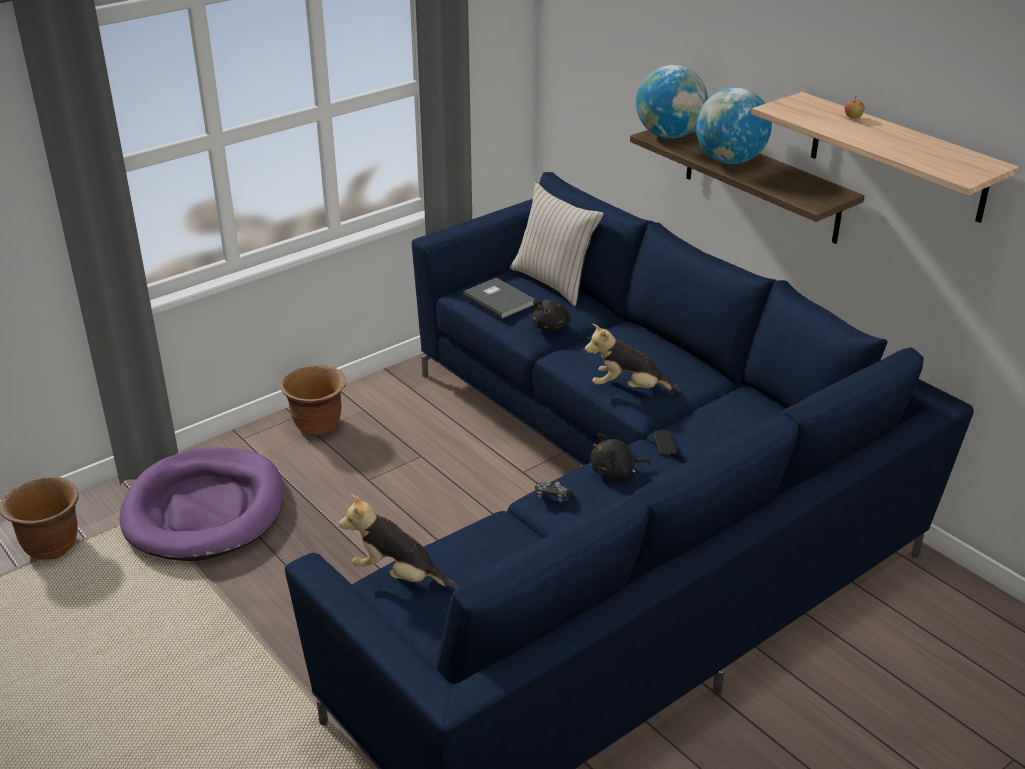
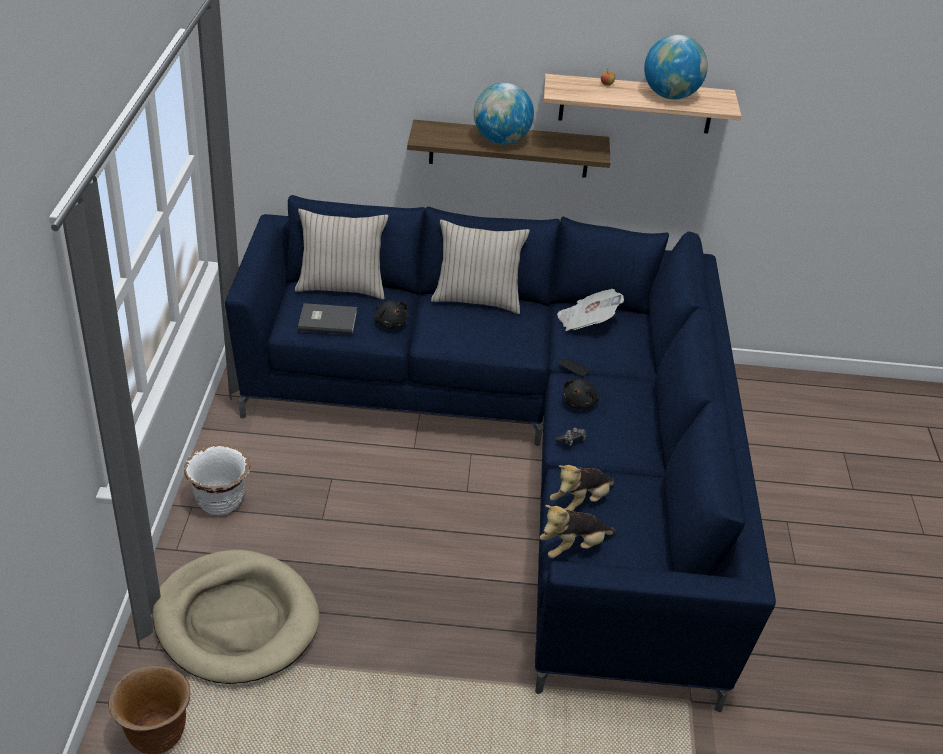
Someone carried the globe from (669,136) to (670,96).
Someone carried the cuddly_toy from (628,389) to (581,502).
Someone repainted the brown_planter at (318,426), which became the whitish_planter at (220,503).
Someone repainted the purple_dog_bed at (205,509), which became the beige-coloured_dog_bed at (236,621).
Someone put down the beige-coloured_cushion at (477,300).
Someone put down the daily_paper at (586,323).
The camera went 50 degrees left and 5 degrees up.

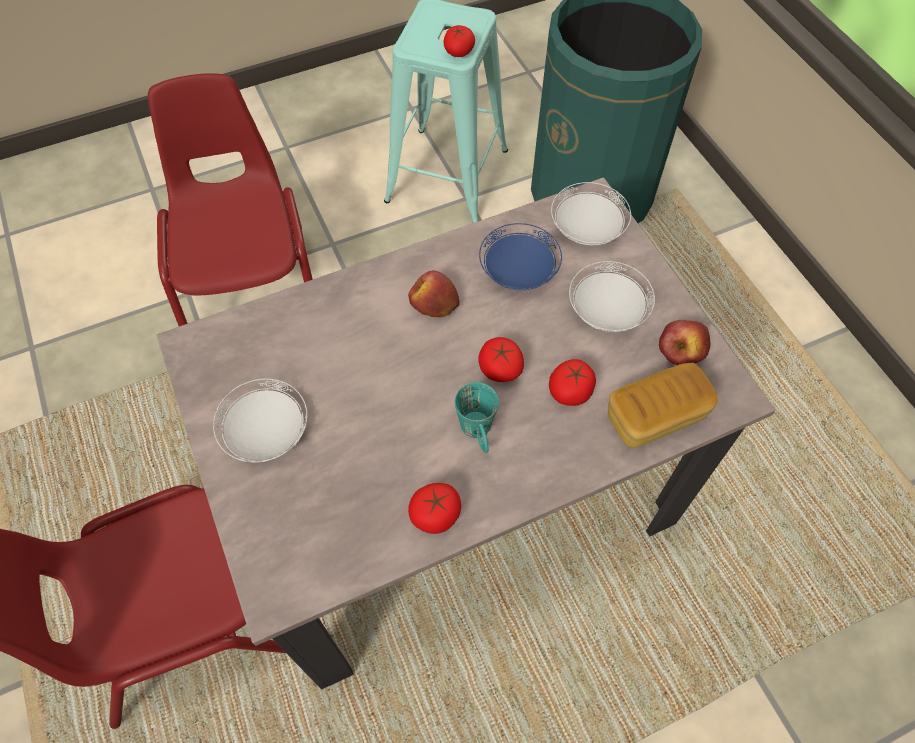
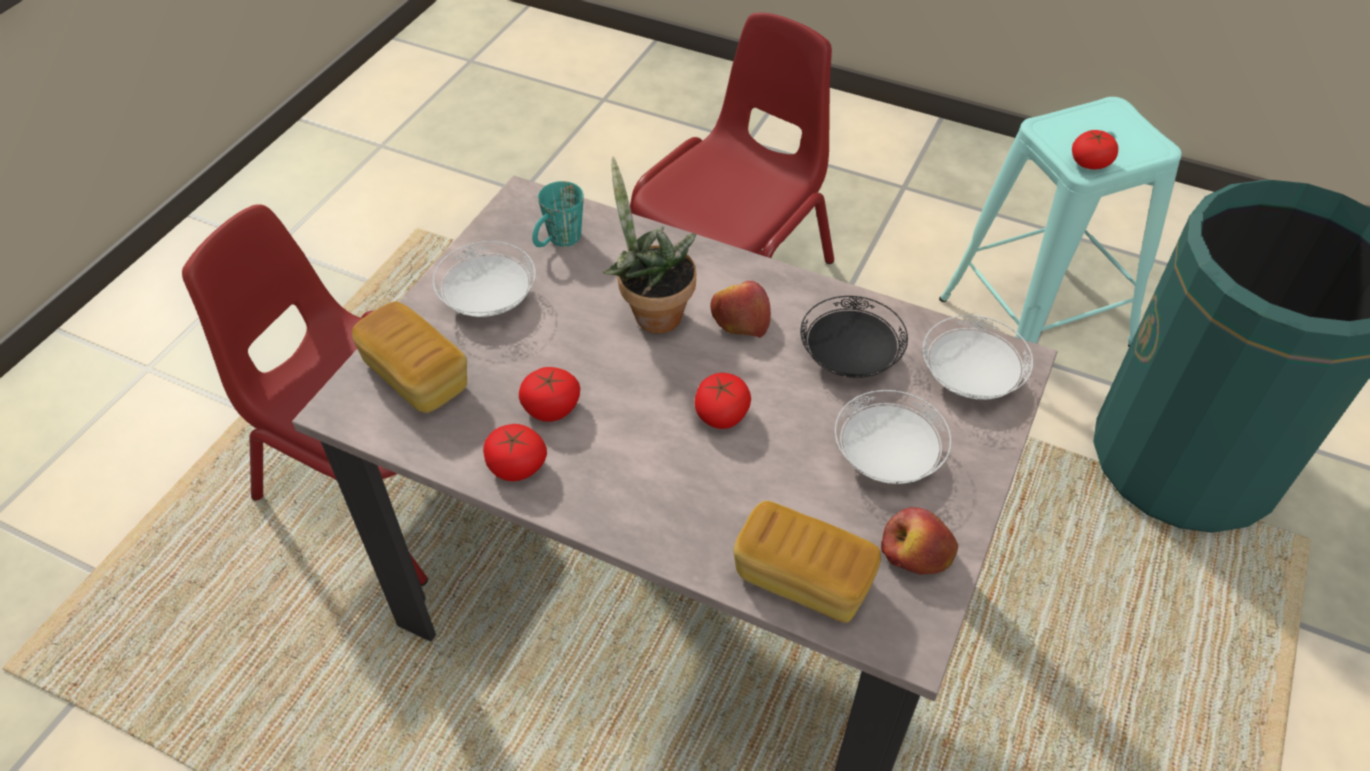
Someone repainted the blue_flat_dish at (518,272), which became the blackish_flat_dish at (849,357).
Someone carried the fresh_tomato from (570,391) to (551,407).
Someone carried the blue-green_tea_mug from (478,433) to (558,242).
Someone put down the plant_in_a_pot at (651,313).
Someone put down the baked_bread at (416,376).
The camera went 50 degrees right and 10 degrees down.

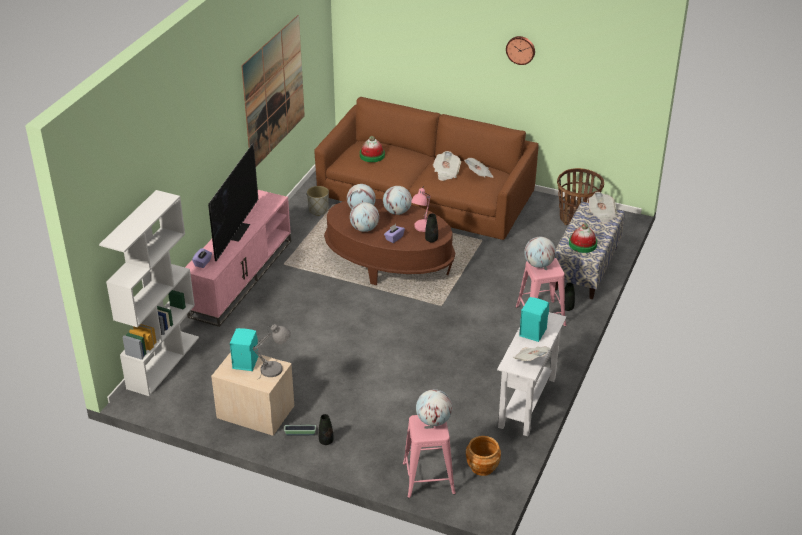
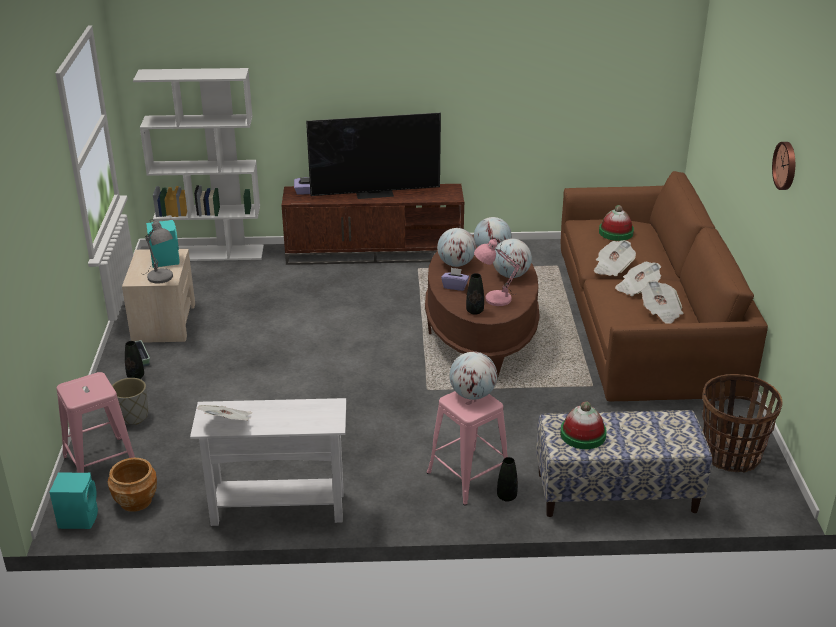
Someone took away the picture at (273,92).
Someone carried the gray_planter from (318,210) to (133,416).
Someone repainted the pink_tv_unit at (241,277), which became the brown_tv_unit at (375,252).
Someone carried the daily_paper from (602,214) to (612,268).
Someone carried the blue-green_audio_speaker from (532,332) to (79,518).
Someone took away the globe at (433,421).
The camera went 65 degrees right and 5 degrees down.

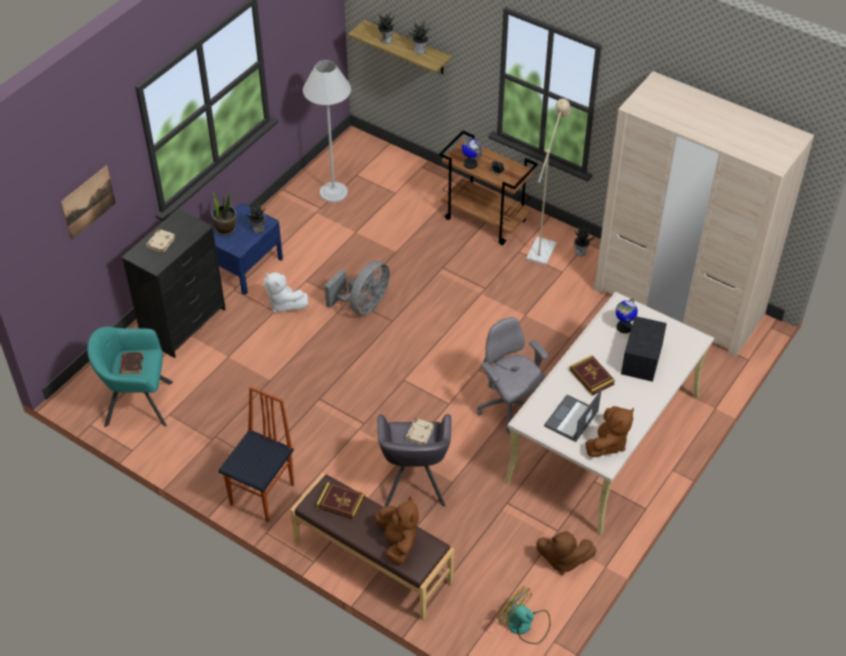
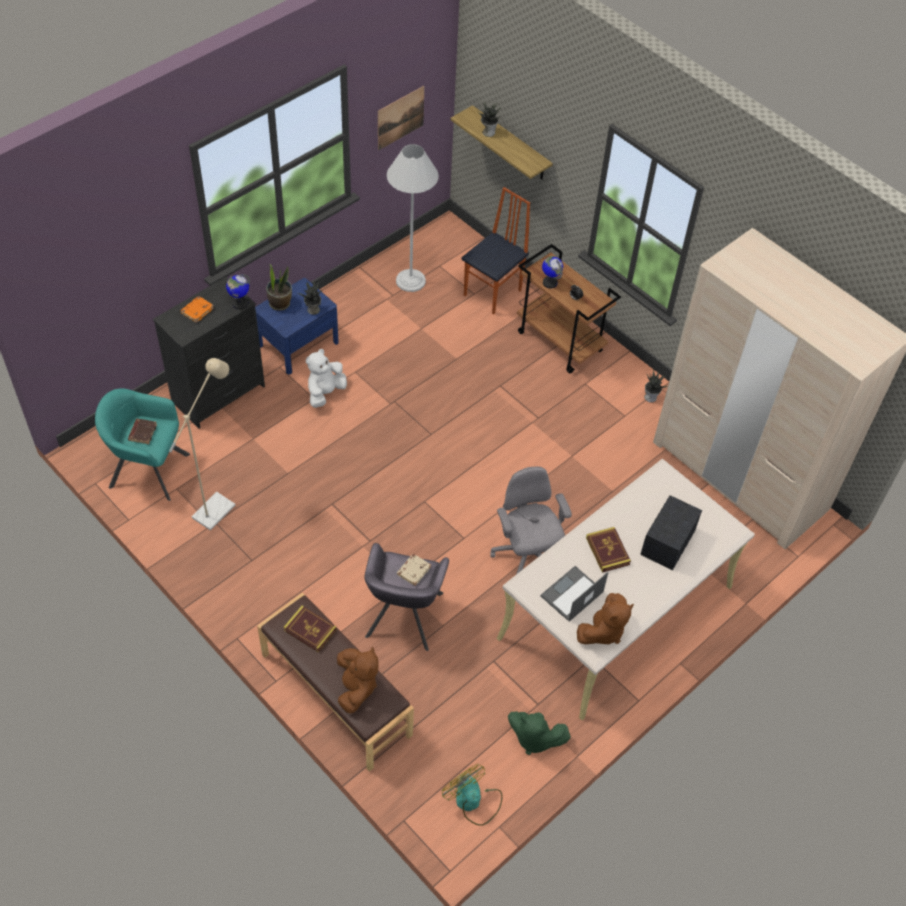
Someone took away the plant_in_a_pot at (420,51).
Someone carried the beige-coloured_standard_lamp from (543,247) to (218,506).
Someone carried the picture from (88,202) to (400,117).
Someone repainted the beige-coloured_book at (161,242), which became the orangey_book at (197,310).
Someone took away the gray_fan at (363,305).
Someone rotated the whitish_cuddly_toy at (284,304) by 75 degrees clockwise.
Someone carried the globe from (624,327) to (240,303).
Someone carried the chair from (263,494) to (493,293).
Someone repainted the brown_cuddly_toy at (562,560), which became the green-coloured_cuddly_toy at (534,738).
The camera went 10 degrees right and 5 degrees up.

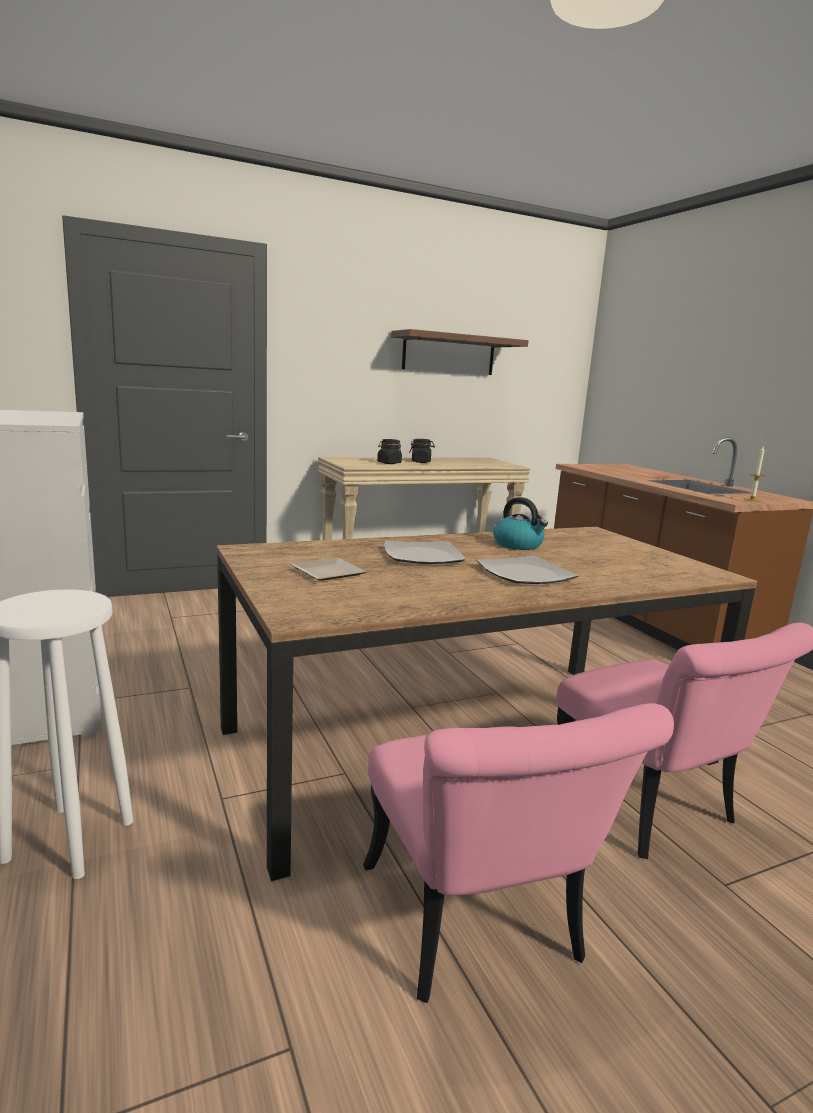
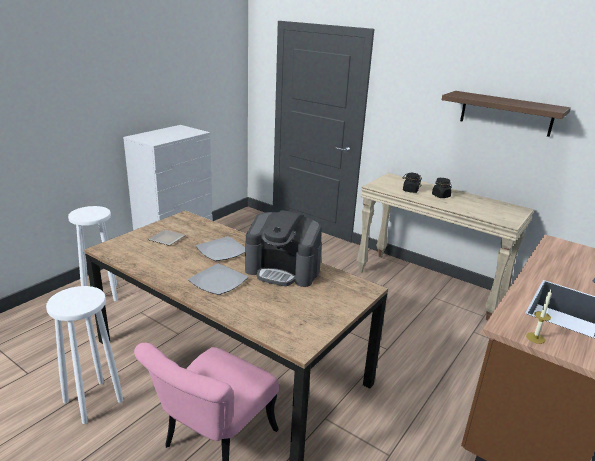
Someone swapped the kettle at (518,545) for the coffee_brewer at (283,270).
Someone swapped the pink_chair at (479,930) for the whitish_stool_seat at (93,400).
The camera went 60 degrees right and 10 degrees up.

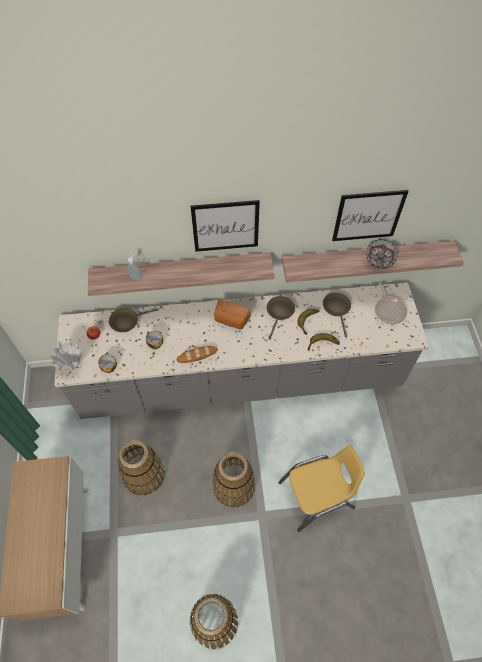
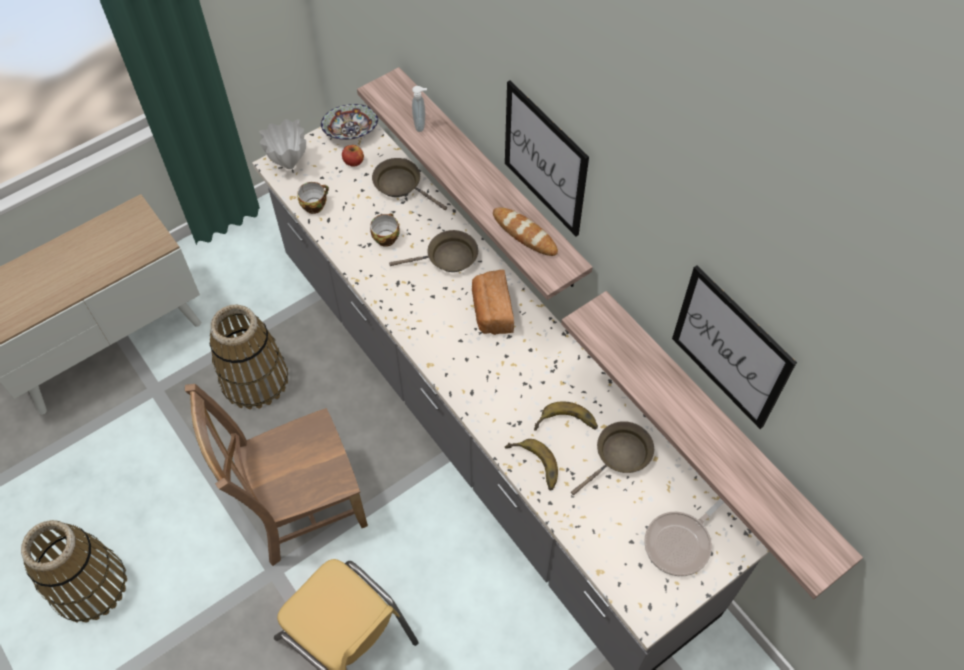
Someone carried the bowl from (380,260) to (351,132).
Someone carried the brown_skillet from (279,313) to (448,258).
Someone carried the baked_bread from (197,355) to (524,234).
Someone swapped the storage_basket at (233,486) for the brown_chair at (299,507).
The camera went 60 degrees right and 0 degrees up.

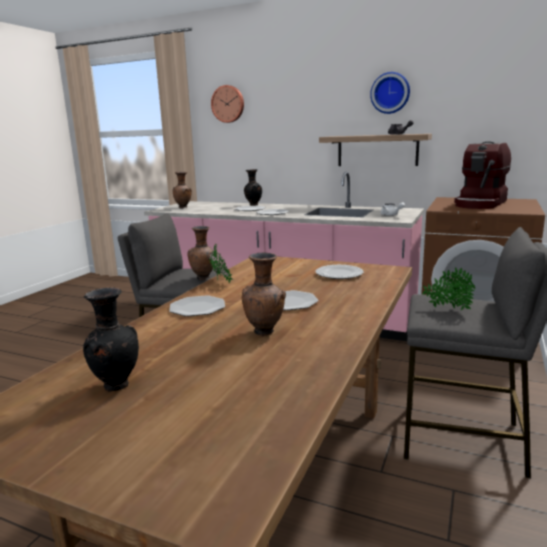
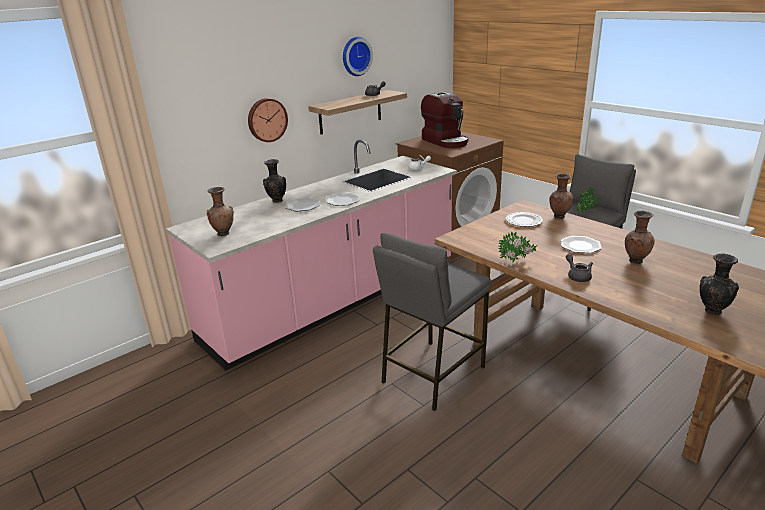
Someone carried the hanging_clock from (228,104) to (266,120).
Someone carried the brown_decorative_vase from (204,278) to (558,216).
Someone swapped the flat_dish at (197,308) for the gray_tea_pot at (577,276).
The camera went 65 degrees left and 10 degrees up.

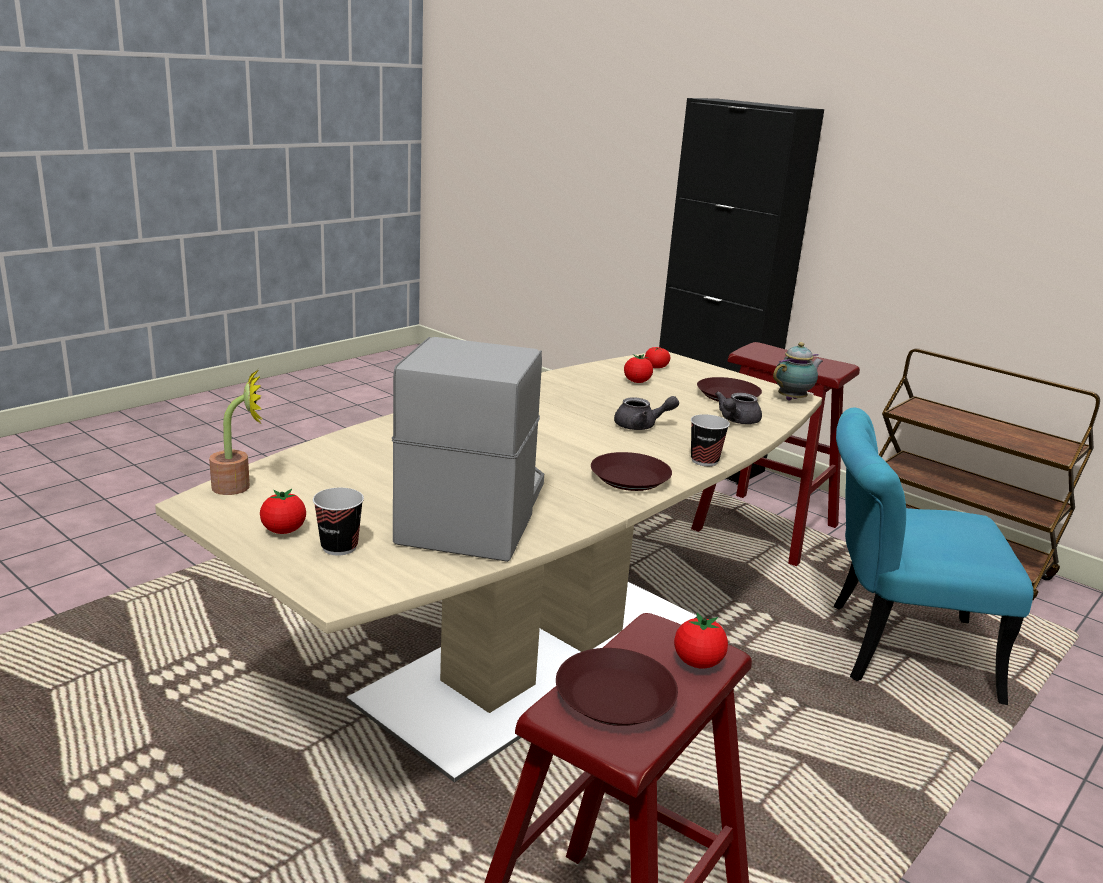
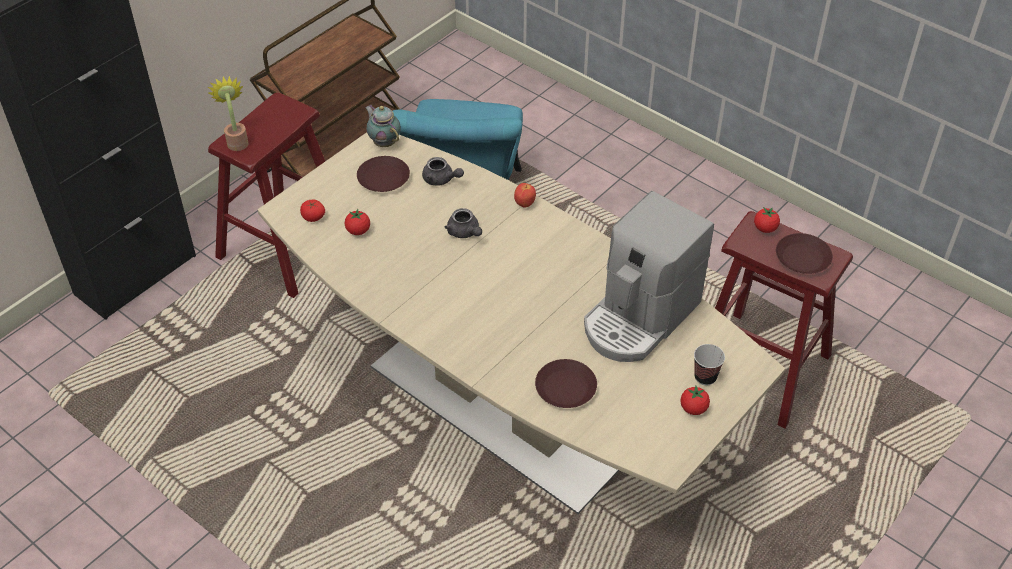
Someone rotated the coffee_brewer at (474,512) by 60 degrees counterclockwise.
Someone carried the plant_in_a_pot from (239,486) to (237,141).
Someone rotated the gray_tea_pot at (641,426) by 150 degrees clockwise.
Someone swapped the drinking_cup at (704,461) for the apple at (524,204).
Someone carried the brown_flat_dish from (631,478) to (565,387).
The camera went 90 degrees left and 25 degrees up.

